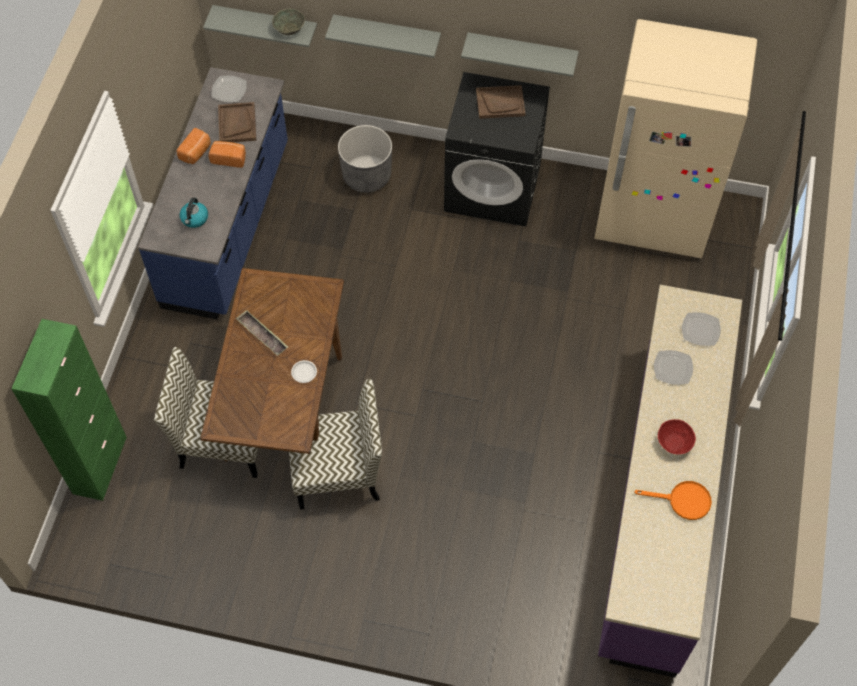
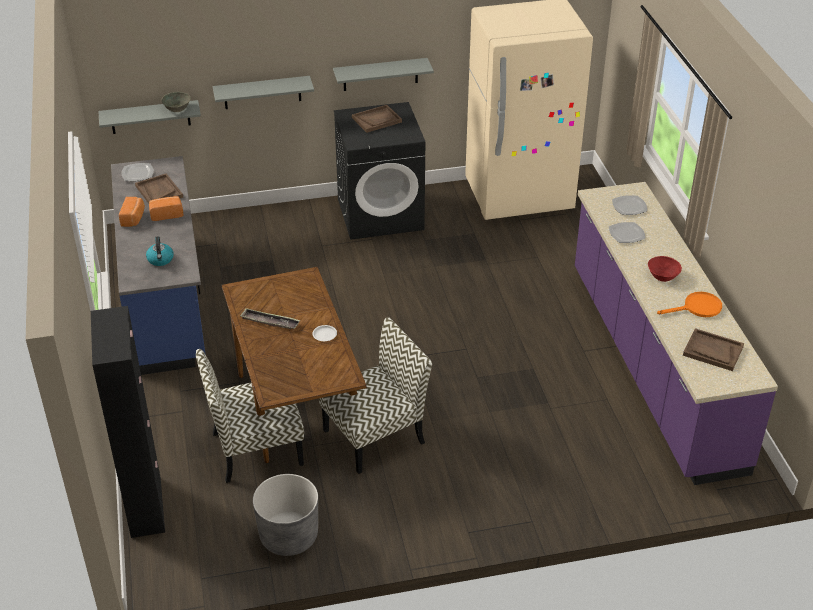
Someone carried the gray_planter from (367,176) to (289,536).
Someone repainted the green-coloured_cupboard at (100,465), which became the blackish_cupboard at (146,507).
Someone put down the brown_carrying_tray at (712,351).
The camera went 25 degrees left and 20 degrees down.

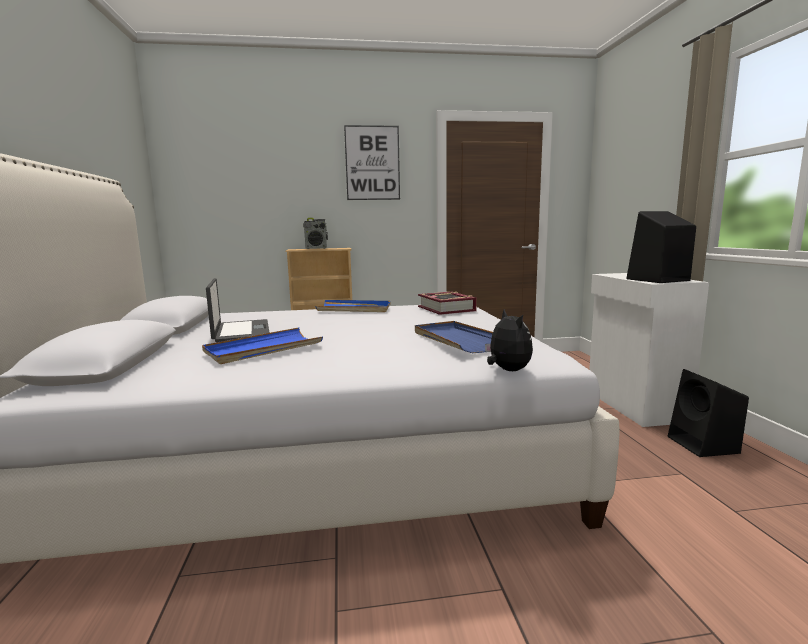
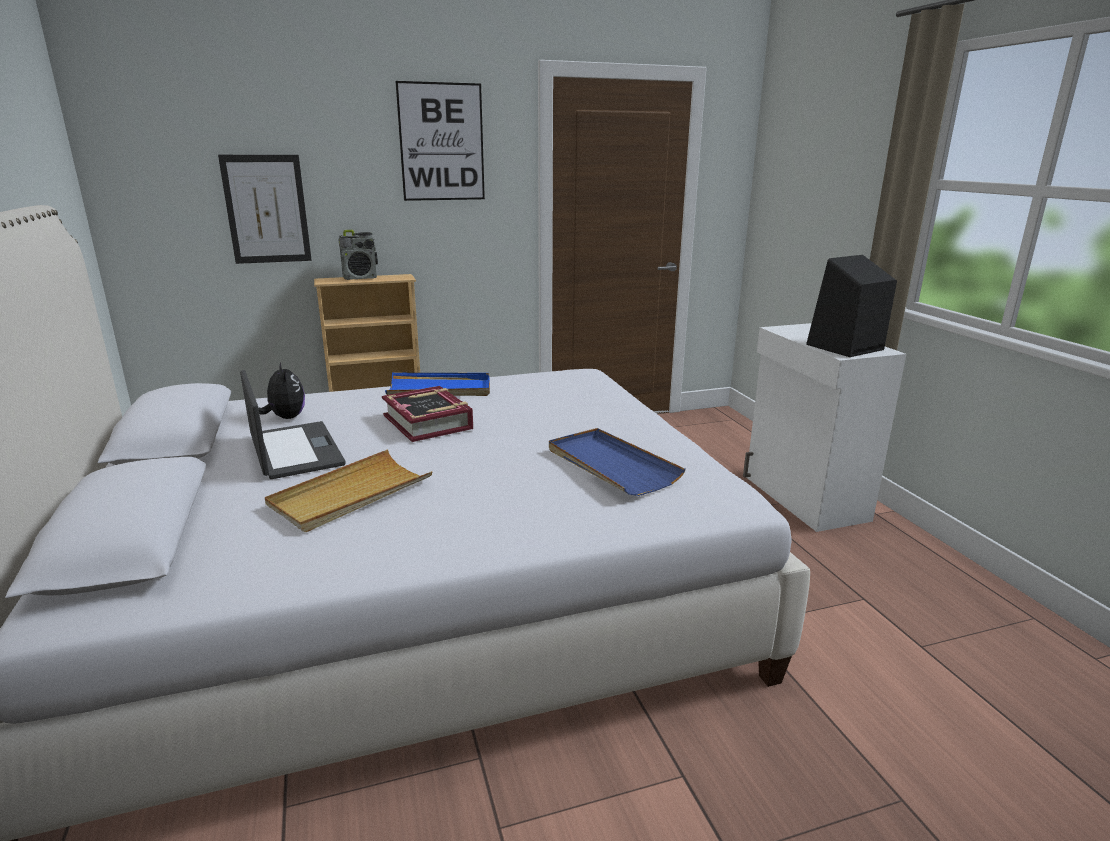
Someone carried the book from (446,309) to (428,422).
Someone carried the cuddly_toy from (507,370) to (286,418).
Someone repainted the blue_carrying_tray at (263,349), which became the beige-coloured_carrying_tray at (350,495).
Someone took away the blackish_audio_speaker at (704,445).
Someone put up the picture at (266,209).
The camera went 10 degrees left and 10 degrees up.

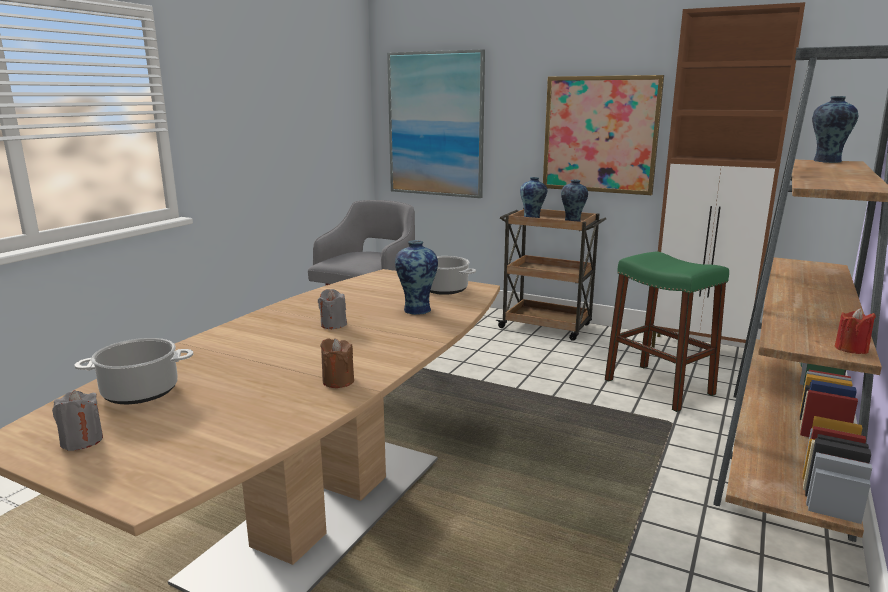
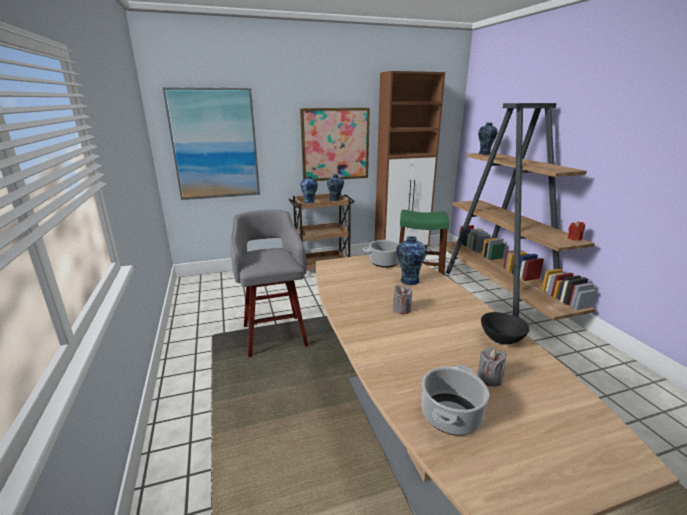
Someone swapped the brown_candle at (338,381) for the blackish_bowl at (501,340).
Someone carried the gray_candle from (82,441) to (489,379).
The camera went 45 degrees left and 5 degrees up.

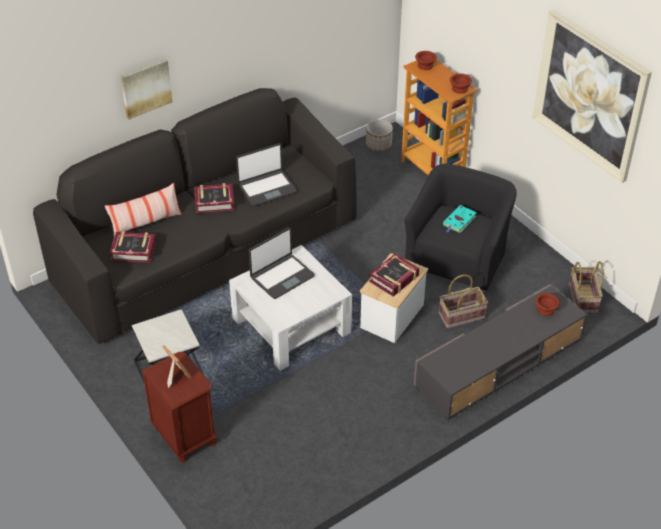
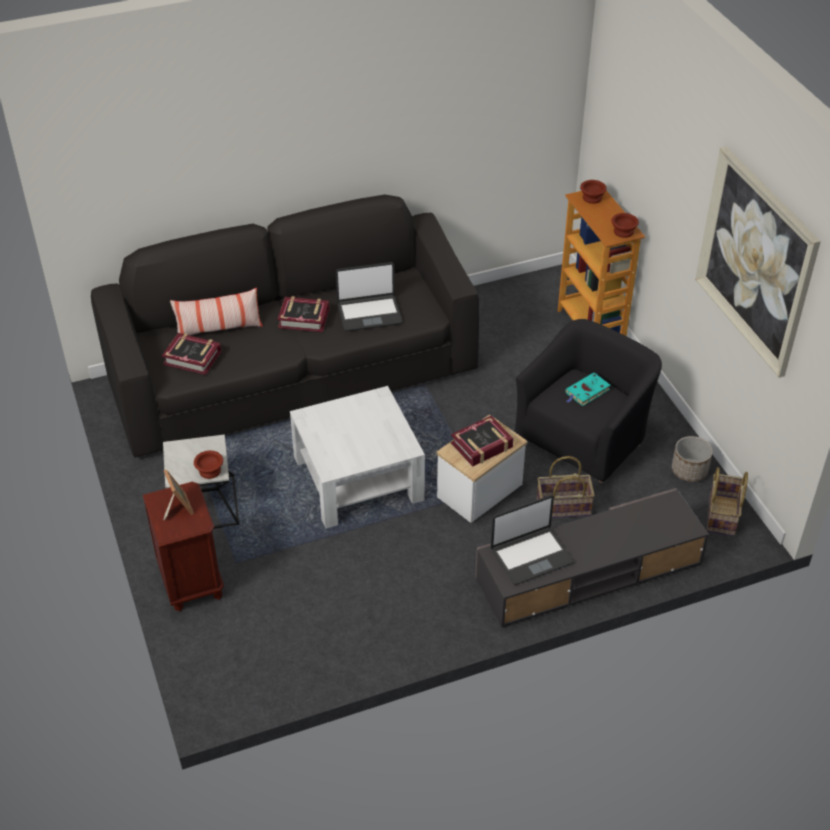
Someone took away the picture at (145,88).
Someone carried the planter from (379,145) to (689,470).
Someone carried the laptop from (282,277) to (531,556).
Someone carried the brown_bowl from (546,309) to (211,471).
The camera went 15 degrees right and 0 degrees up.

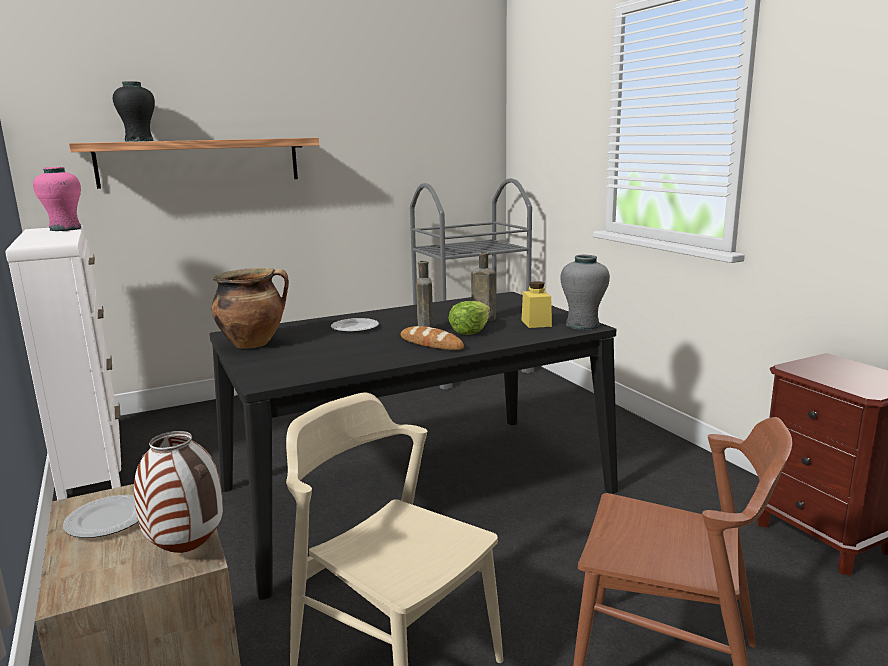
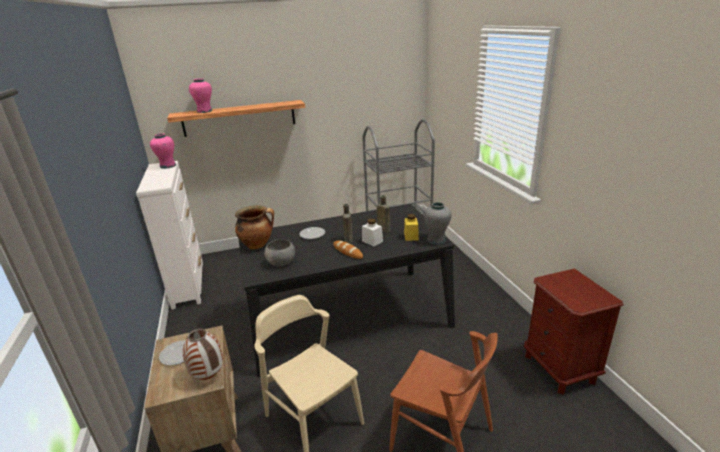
Someone repainted the blackish_decorative_vase at (139,141), which became the pink_decorative_vase at (204,111).
Someone swapped the lettuce_head at (470,331) for the whitish_storage_jar at (372,241).
Someone put down the gray_bowl at (281,262).
The camera went 10 degrees right and 10 degrees up.

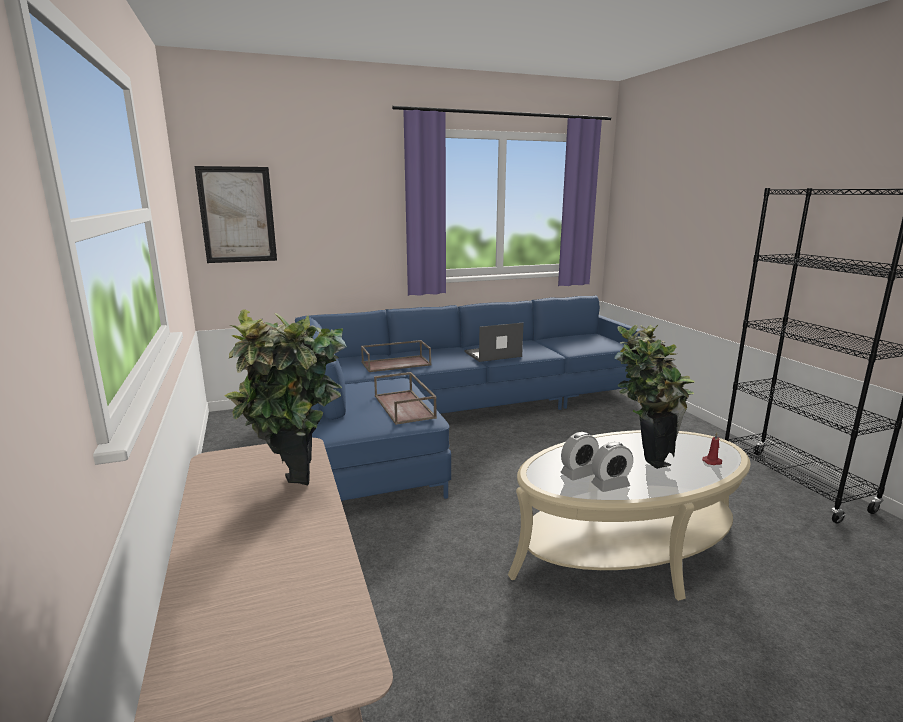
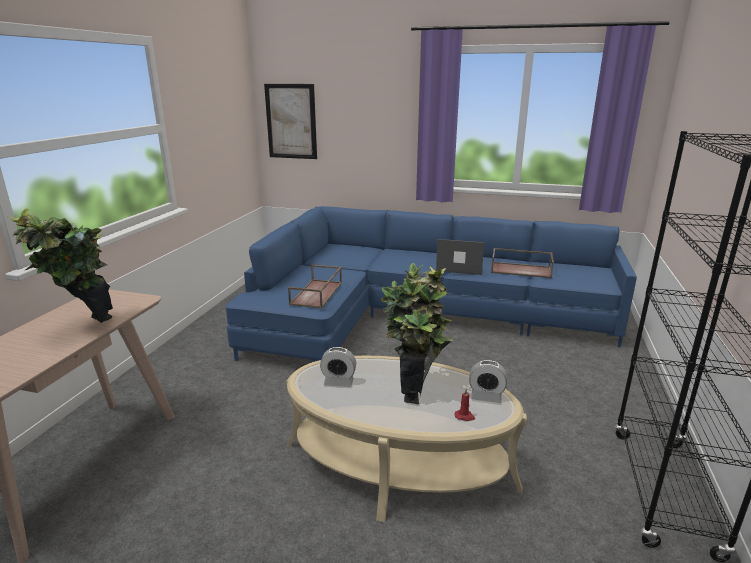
Someone carried the brown_carrying_tray from (396,363) to (521,270).
Someone carried the alarm_clock from (610,485) to (486,397).
The camera went 35 degrees right and 5 degrees up.

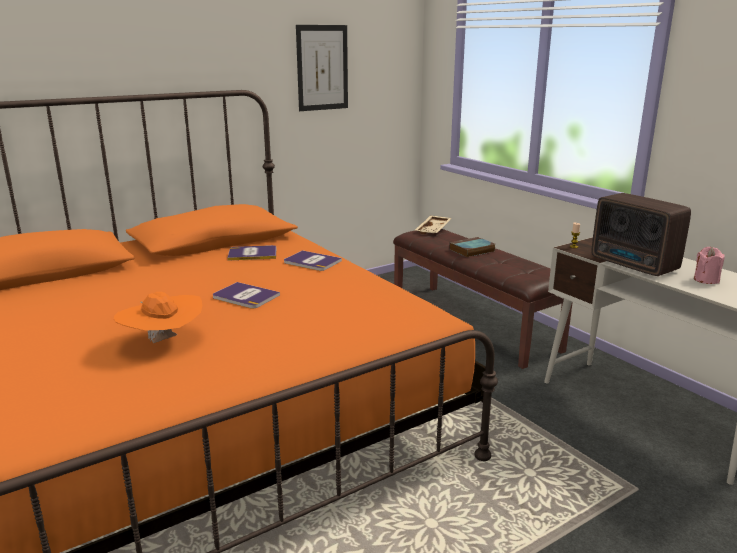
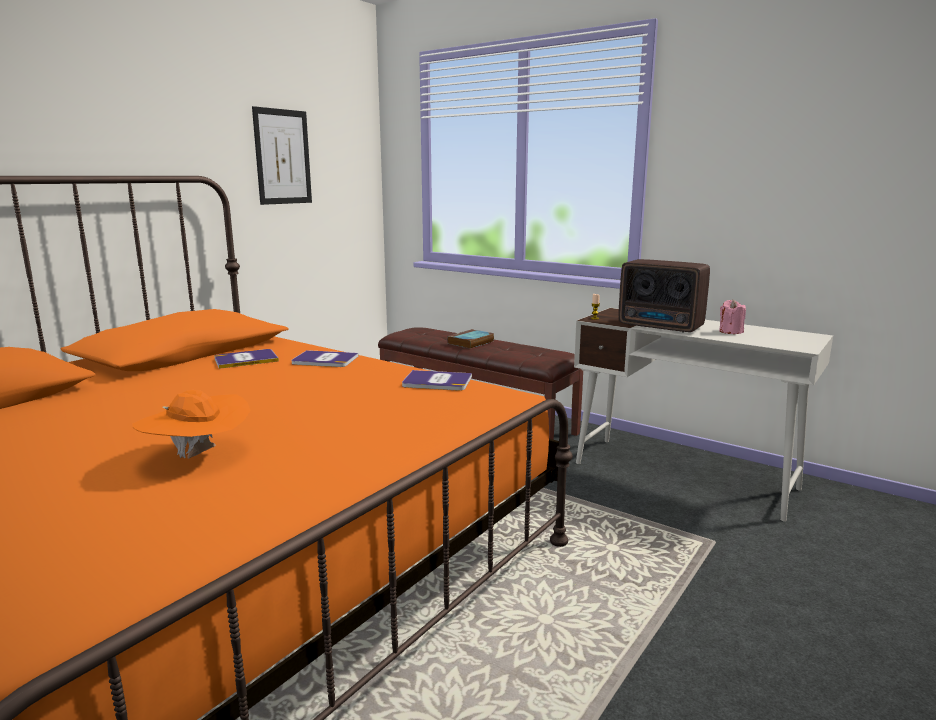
Someone took away the beige-coloured_carrying_tray at (434,230).
Someone carried the book from (245,296) to (437,382).
The camera went 20 degrees left and 5 degrees down.

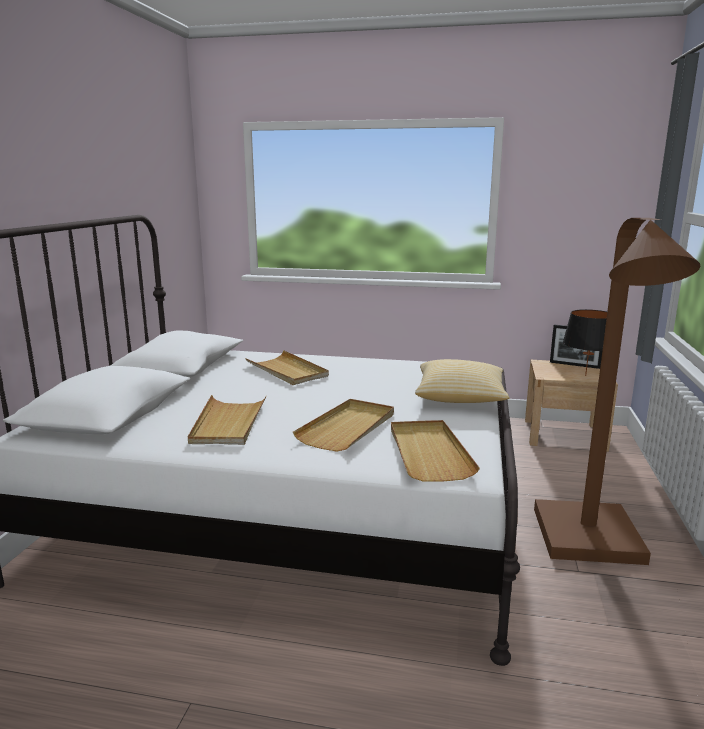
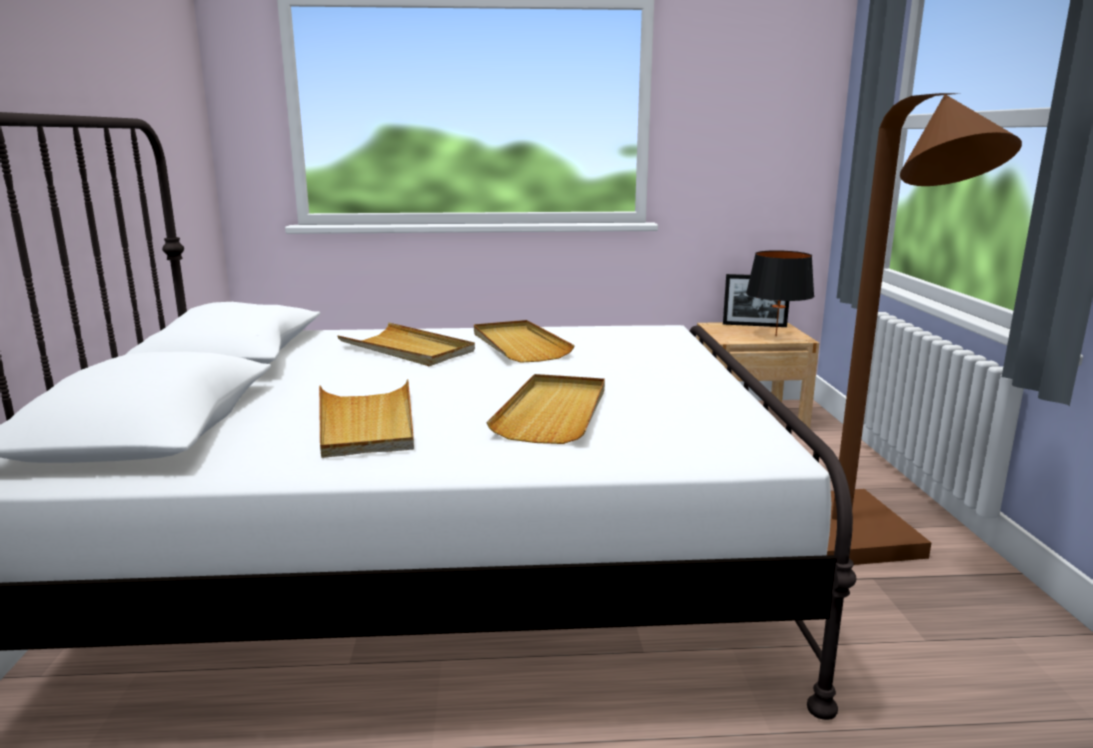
Someone took away the cushion at (460,398).
Someone carried the beige-coloured_carrying_tray from (428,452) to (518,345).
The camera went 15 degrees left and 0 degrees up.

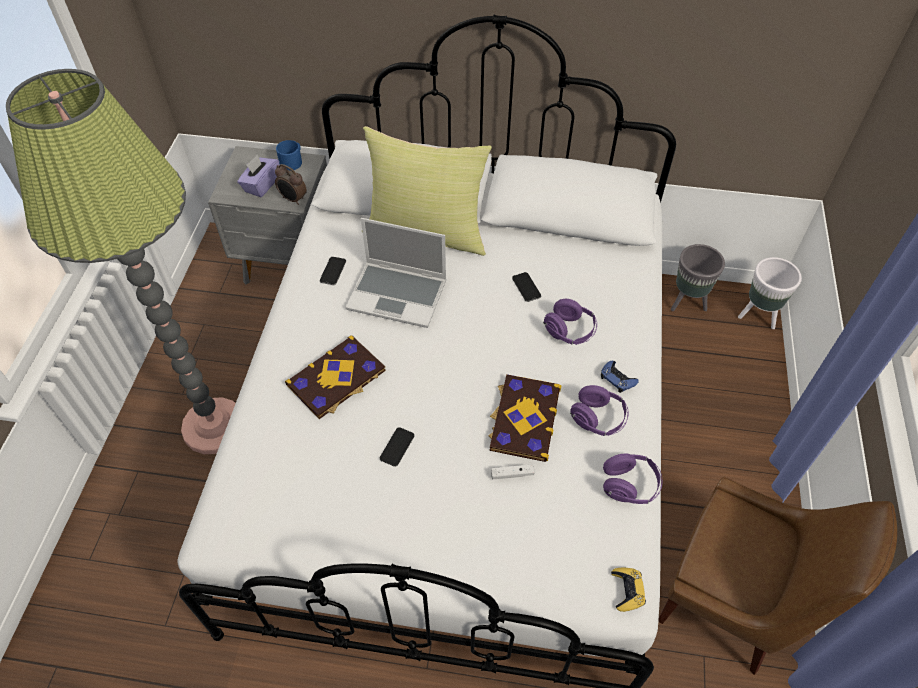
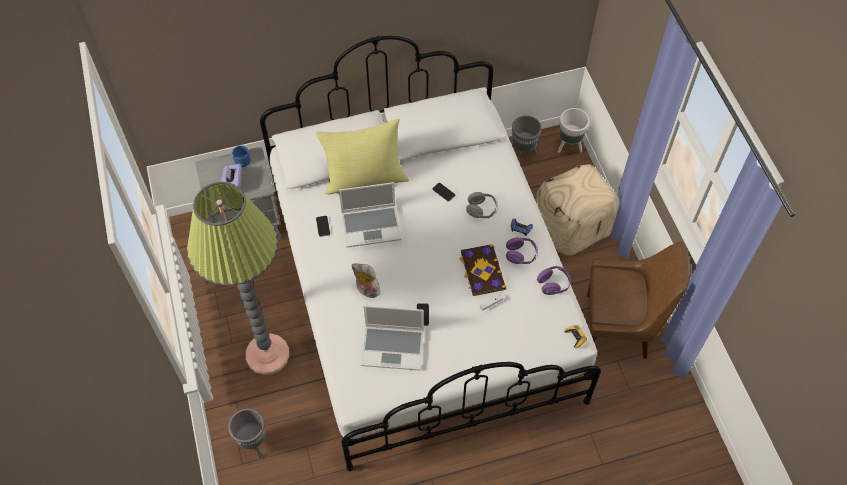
Someone took away the alarm_clock at (293,199).
Someone repainted the purple_headphones at (569,331), which became the gray_headphones at (481,210).
Someone swapped the book at (337,379) for the cuddly_toy at (366,290).
Someone put down the beige-coloured_footrest at (572,226).
Someone put down the laptop at (393,347).
Someone put down the gray_planter at (254,443).
The camera went 25 degrees left and 5 degrees up.

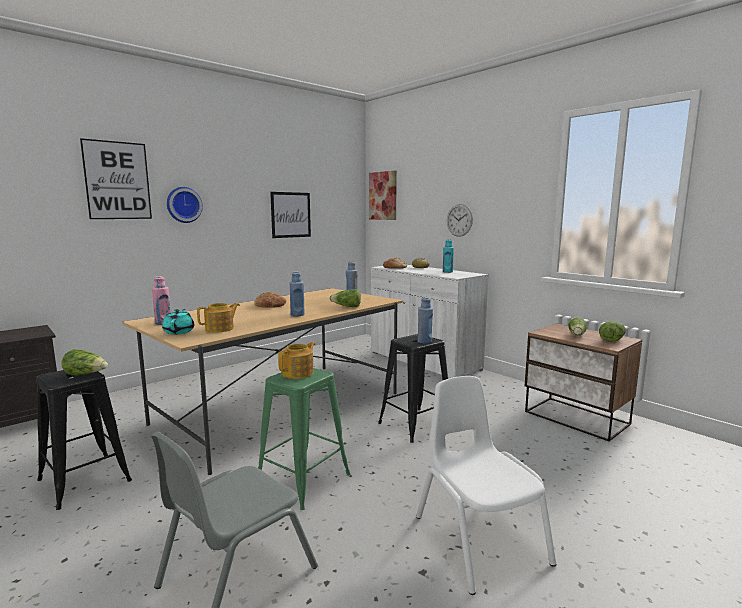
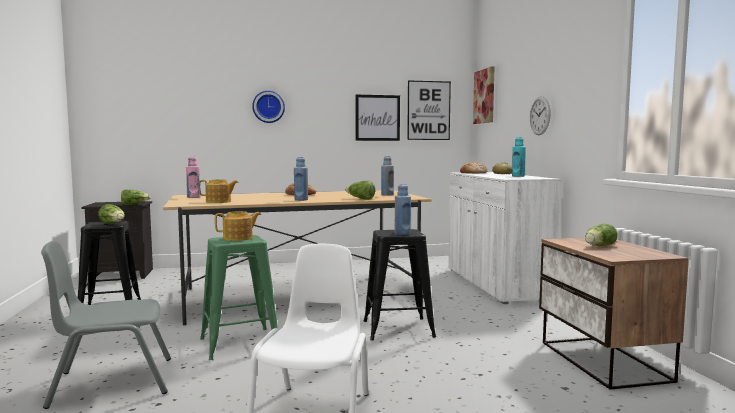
Someone carried the picture from (117,180) to (428,110).
Someone took away the blue-green_tea_pot at (179,332).
Someone carried the lettuce_head from (612,339) to (134,204).
The camera went 30 degrees right and 5 degrees down.

